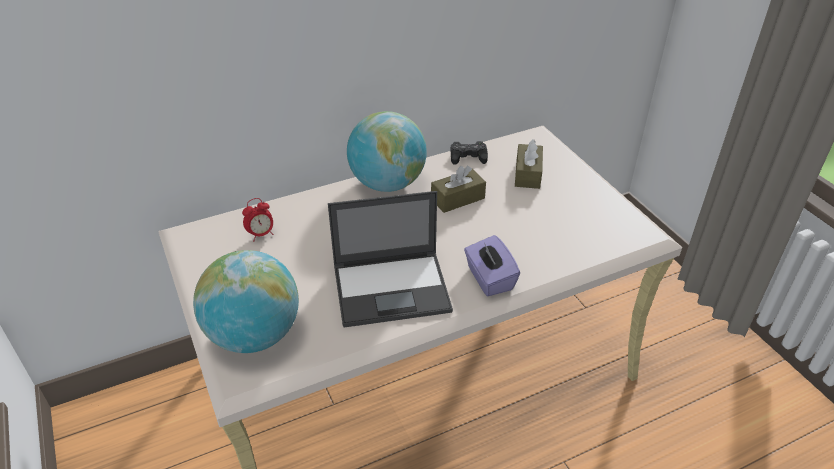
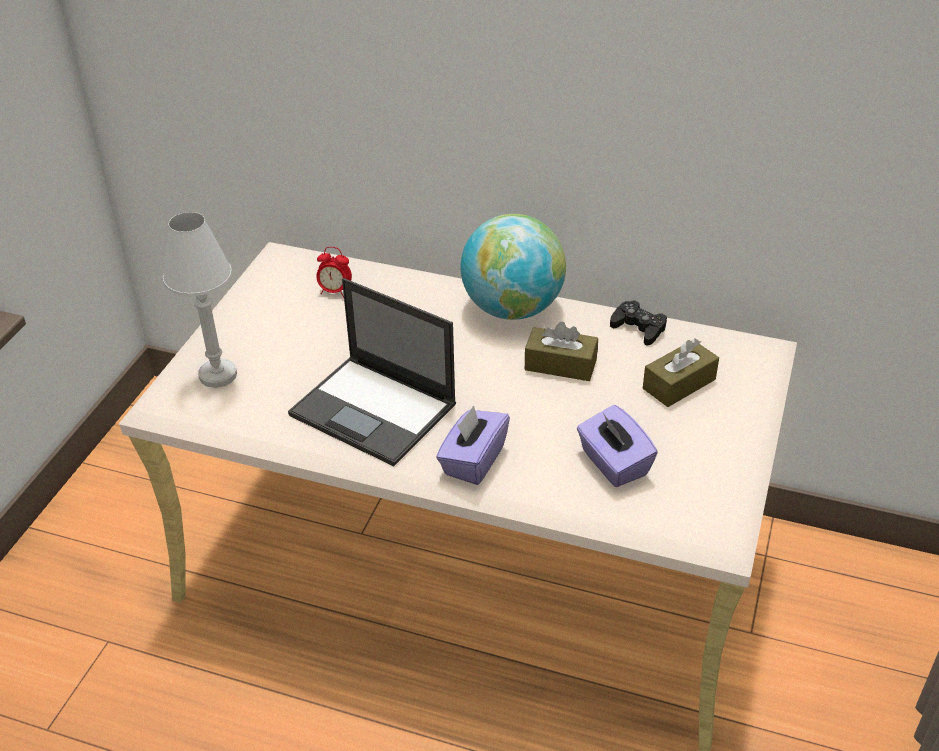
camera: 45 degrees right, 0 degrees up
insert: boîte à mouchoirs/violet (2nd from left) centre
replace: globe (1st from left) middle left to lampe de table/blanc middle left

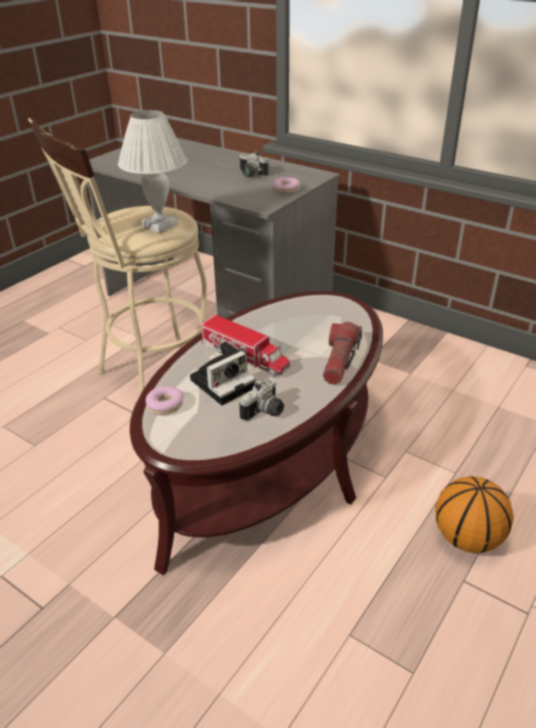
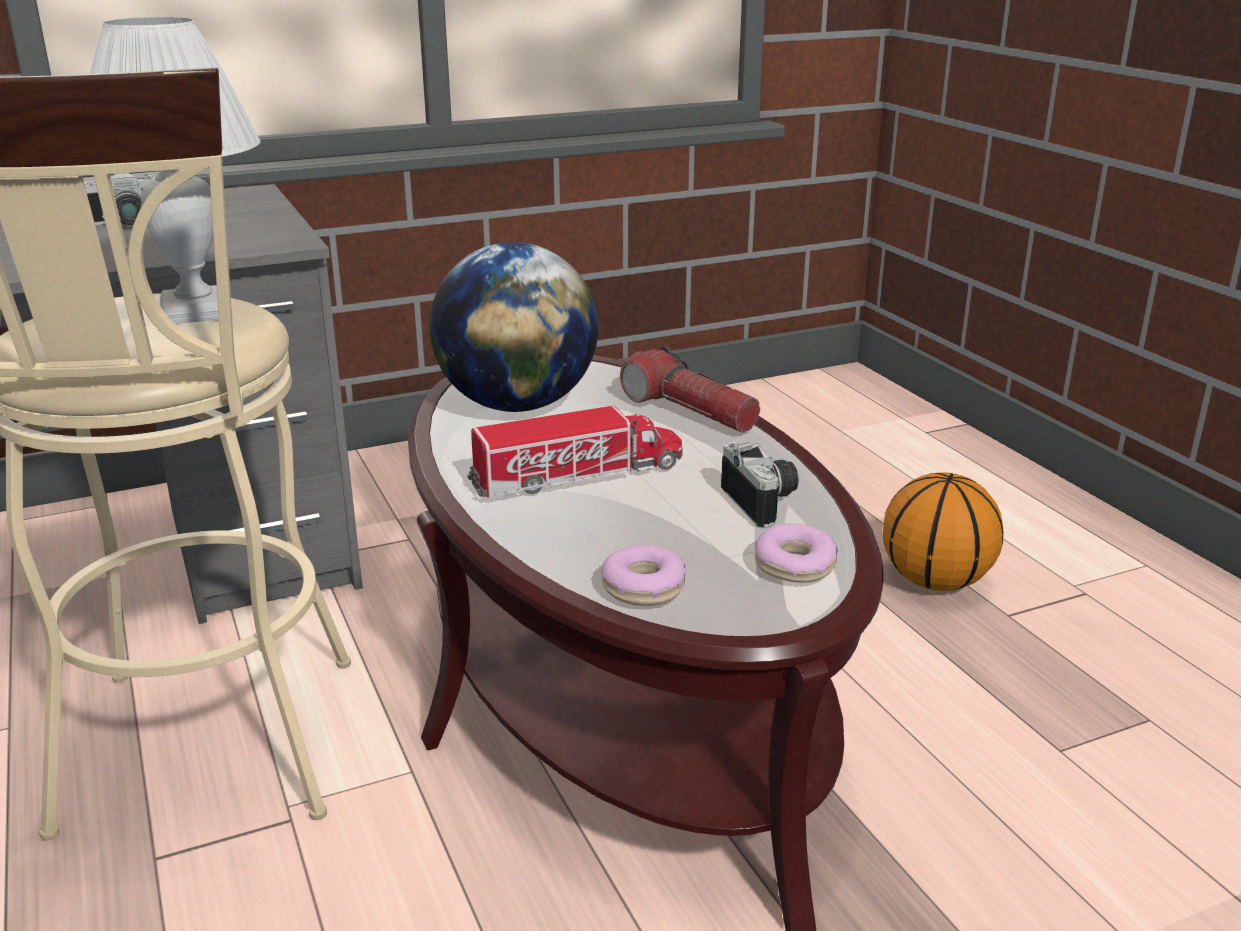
camera: 60 degrees left, 10 degrees down
delete: appareil photo (1st from left) centre
insert: globe centre
move: beignet (2nd from left) top centre to centre

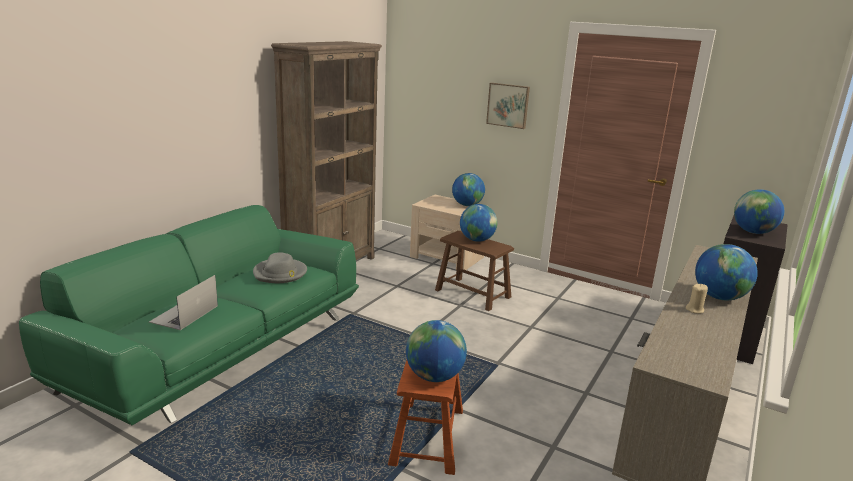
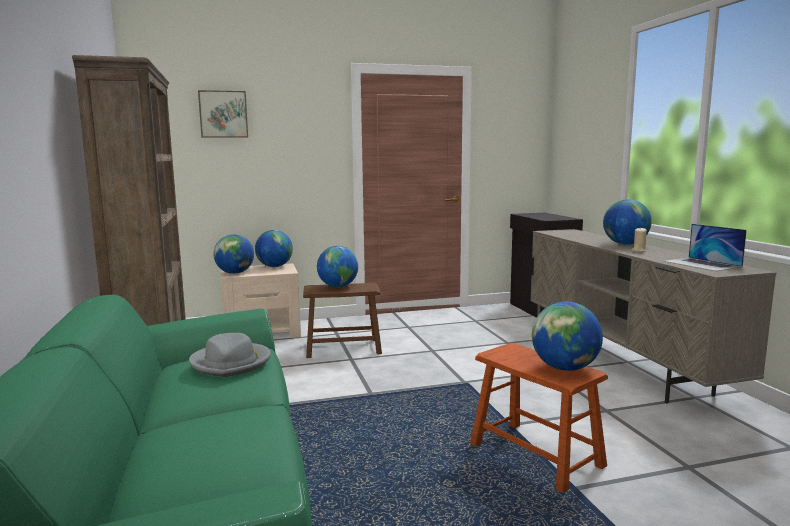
camera: 45 degrees left, 10 degrees down
move: ordinateur portable middle left to middle right; tableau top centre to top left; globe (5th from left in the first image) middle right to globe (1st from left) middle left

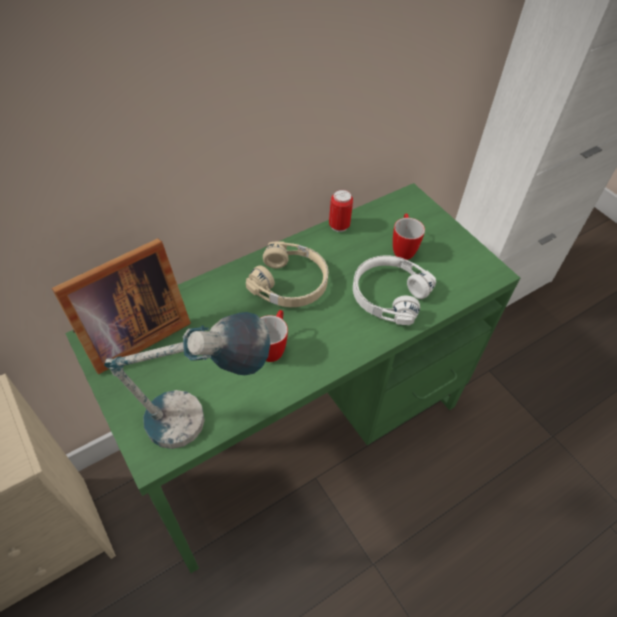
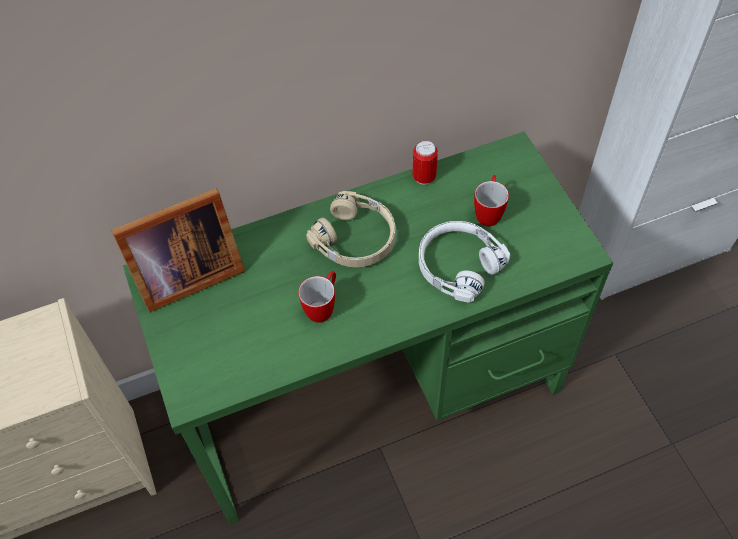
camera: 15 degrees right, 5 degrees up
delete: lampe de table middle left

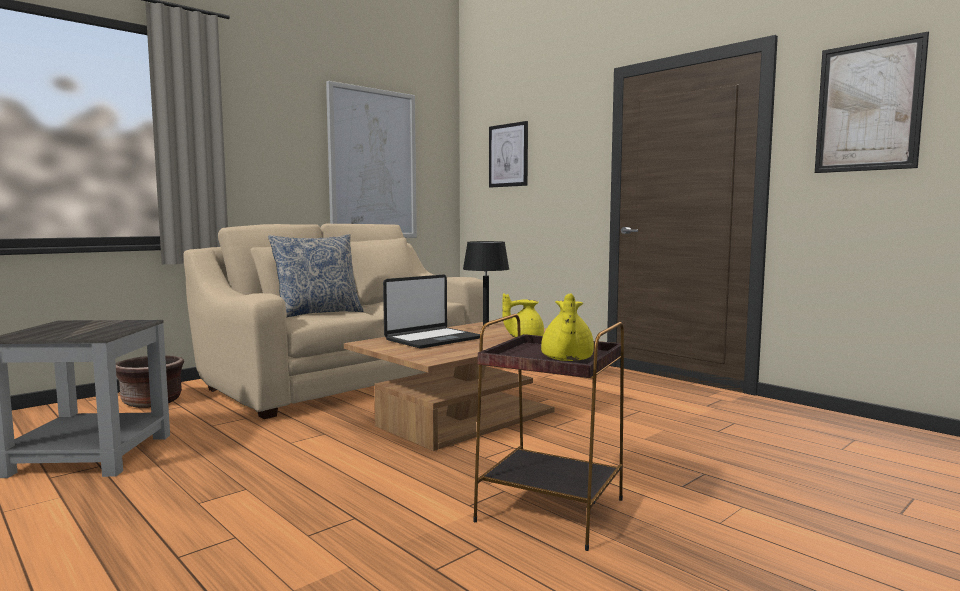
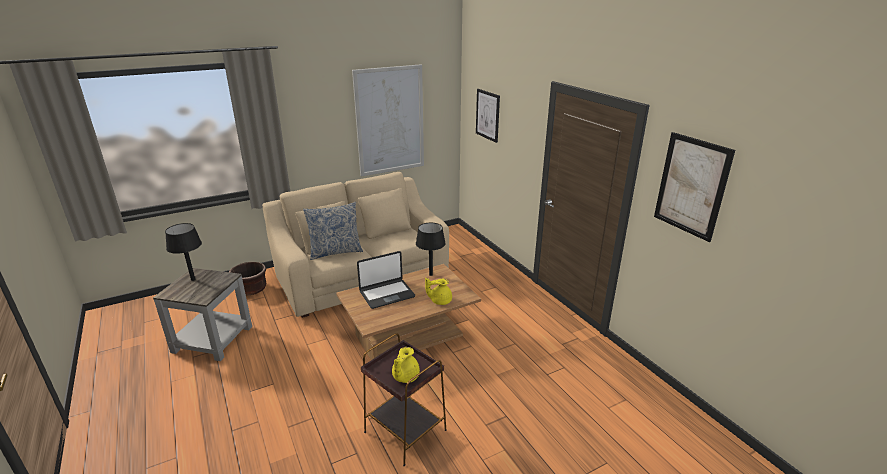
camera: 15 degrees right, 20 degrees up
insert: lampe de table/noir (1st from left) middle left

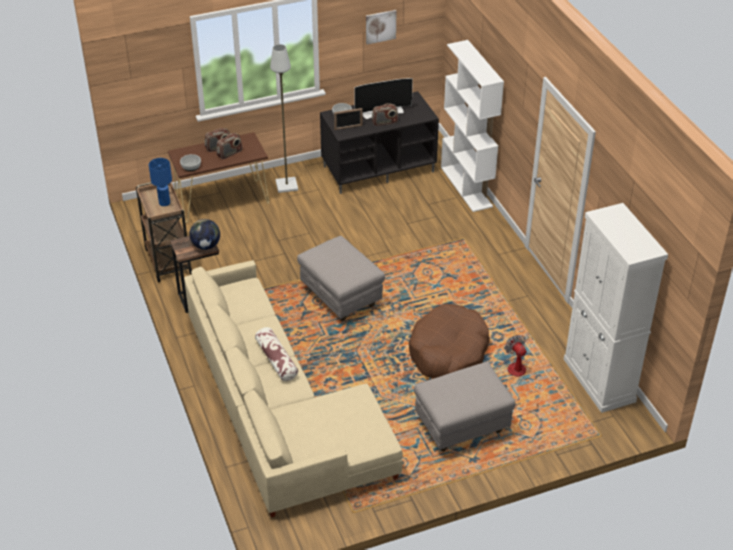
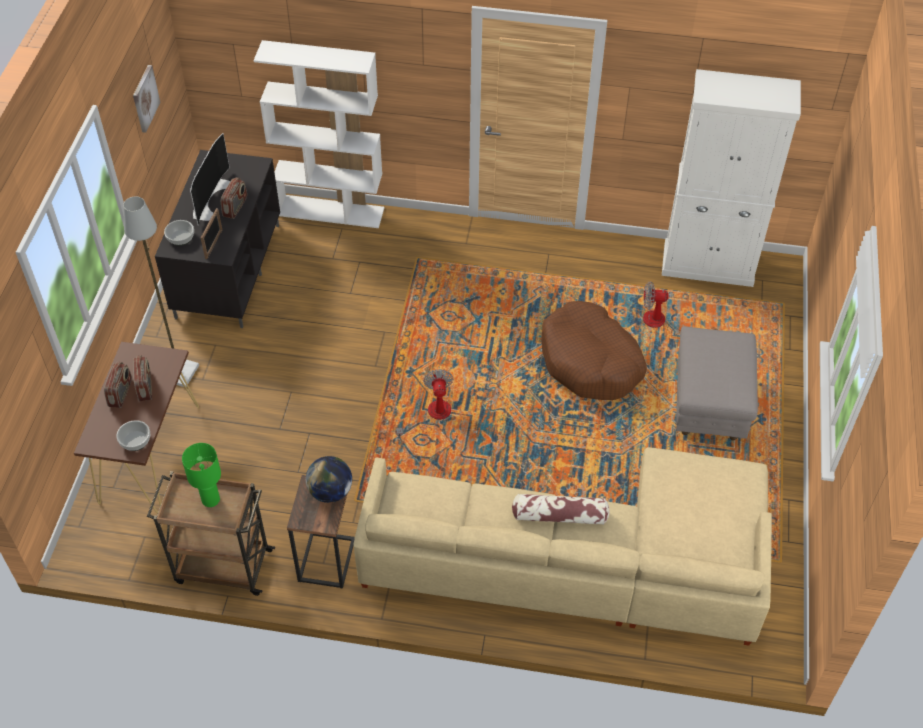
camera: 60 degrees left, 10 degrees up
replace: pouf/gris (1st from left) centre to ventilateur (1st from left) centre
recolor: lampe de table/bleu top left to lampe de table/vert middle left

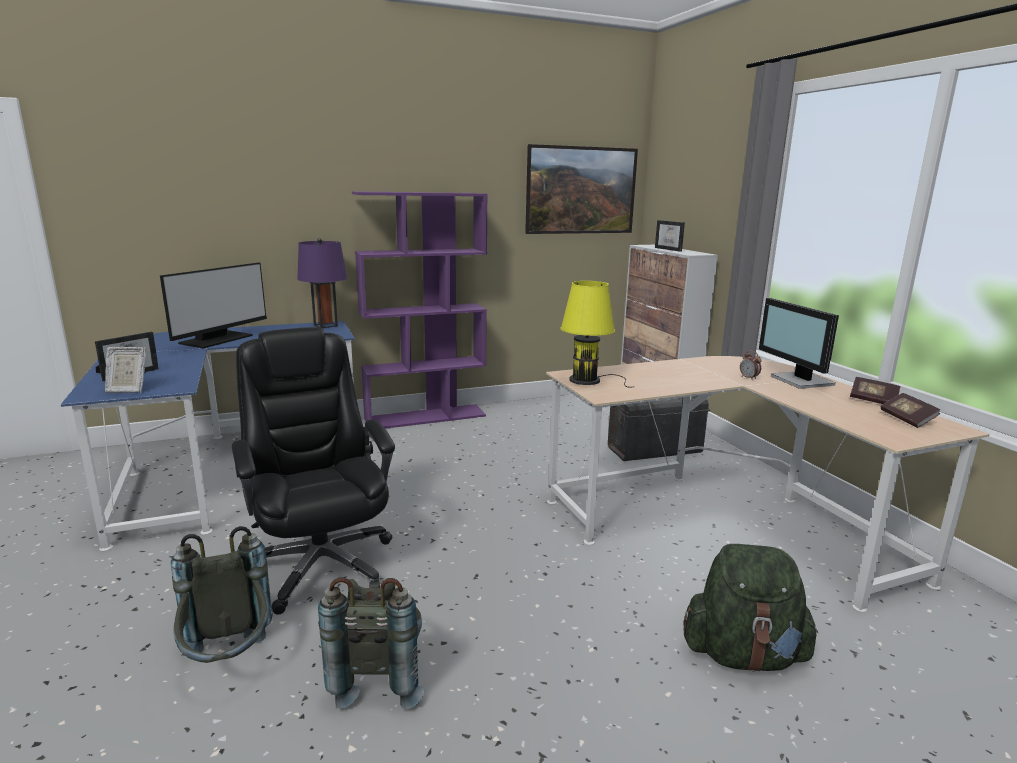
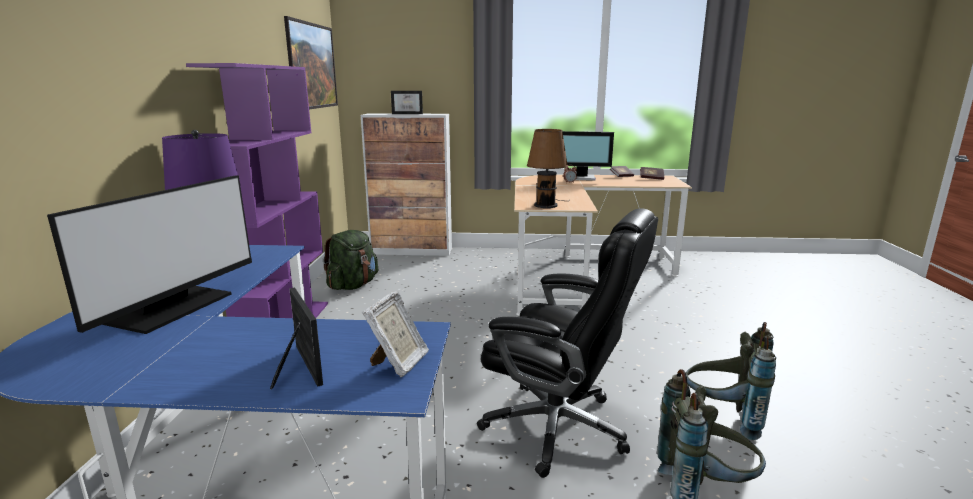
camera: 65 degrees left, 0 degrees up
delete: boîte de rangement/gris centre
move: sac à dos/vert bottom right to centre
recolor: lampe de table/jaune centre to lampe de table/marron centre
rotate: écran d'ordinateur (1st from left) middle left = middle left 60 degrees clockwise; chaise de bureau/noir middle left = bottom centre 150 degrees counterclockwise

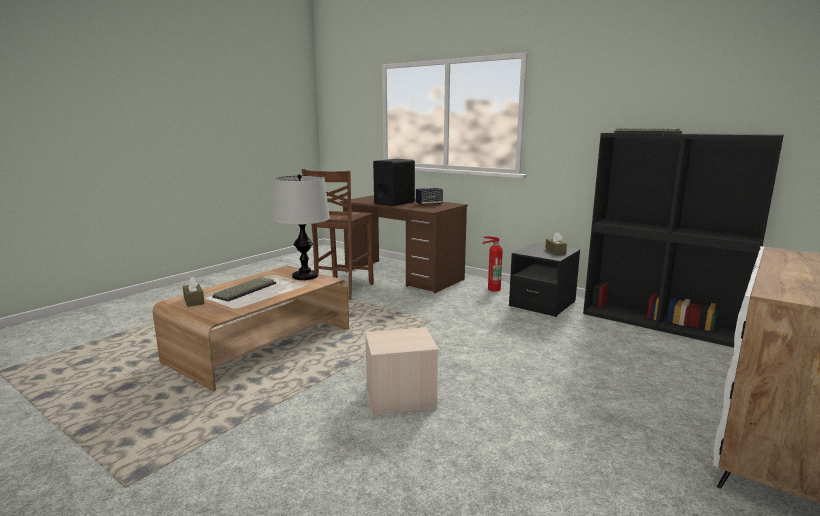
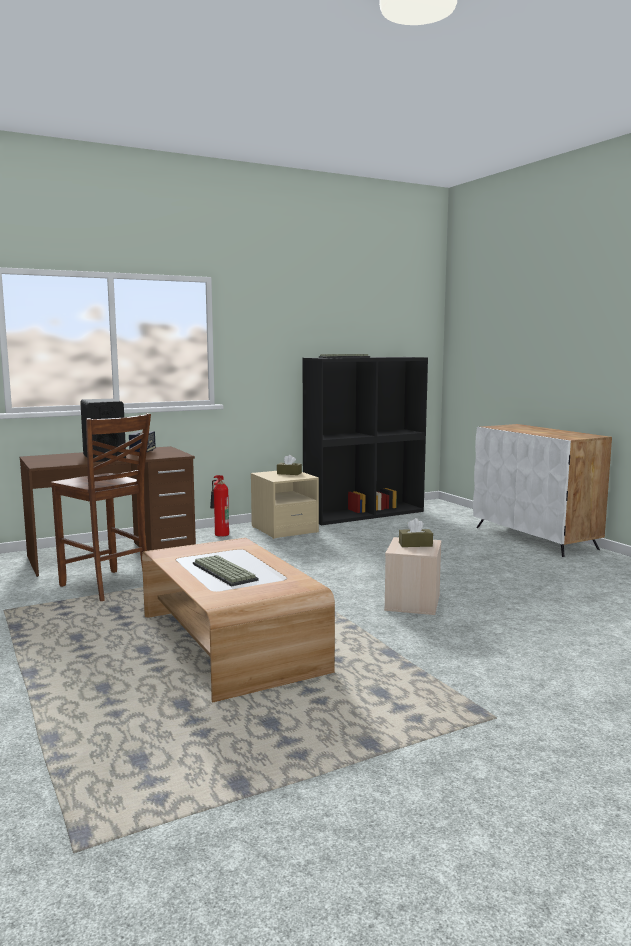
camera: 65 degrees left, 5 degrees down
delete: lampe de table centre
move: boîte à mouchoirs/marron (1st from left in the first image) middle left to boîte à mouchoirs/marron (2nd from left) centre
recolor: table de chevet/noir centre to table de chevet/beige centre

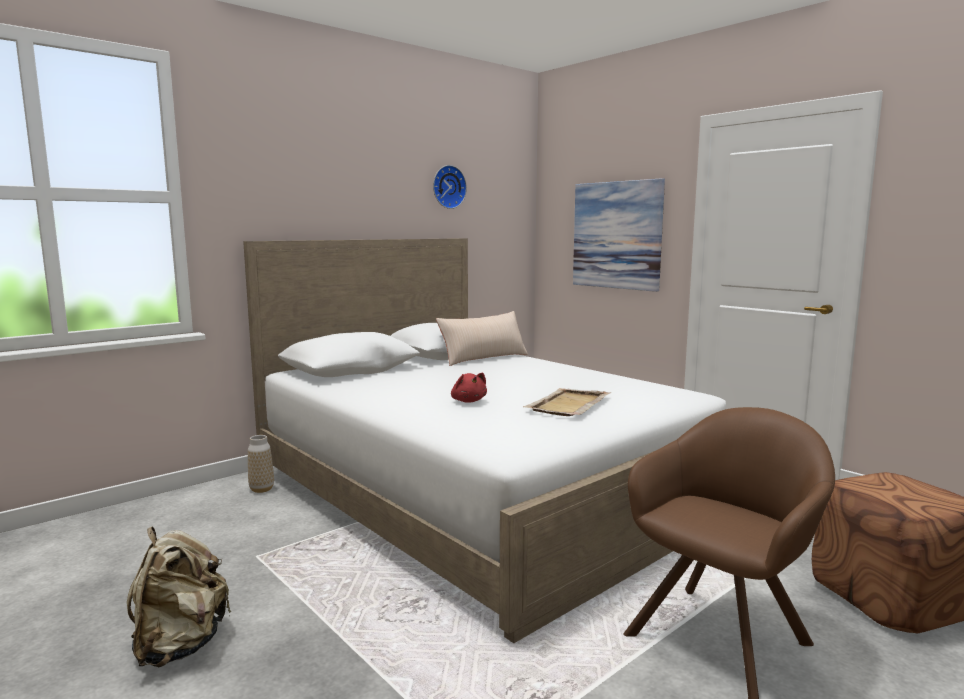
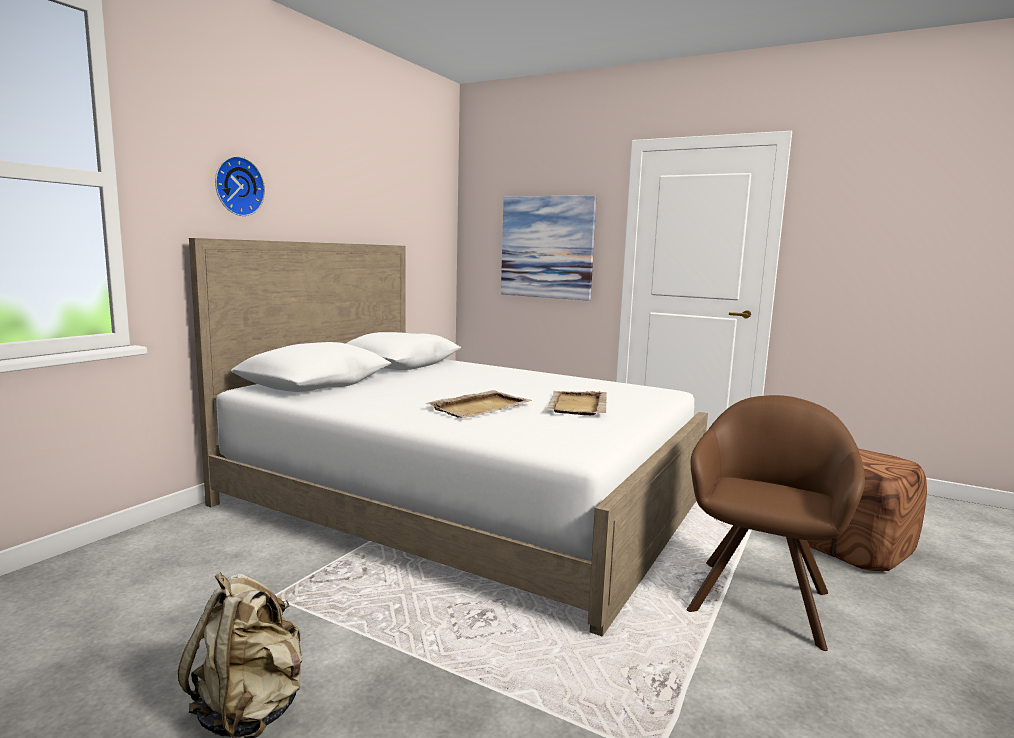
camera: 20 degrees left, 0 degrees up
delete: vase middle left; coussin/beige centre
move: horloge murale top centre to top left
replace: peluche/rouge centre to plateau/beige (1st from left) centre

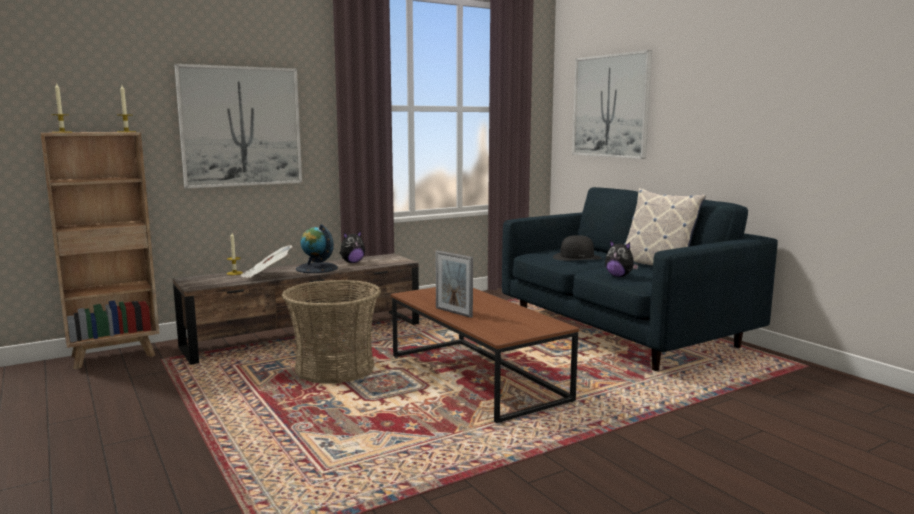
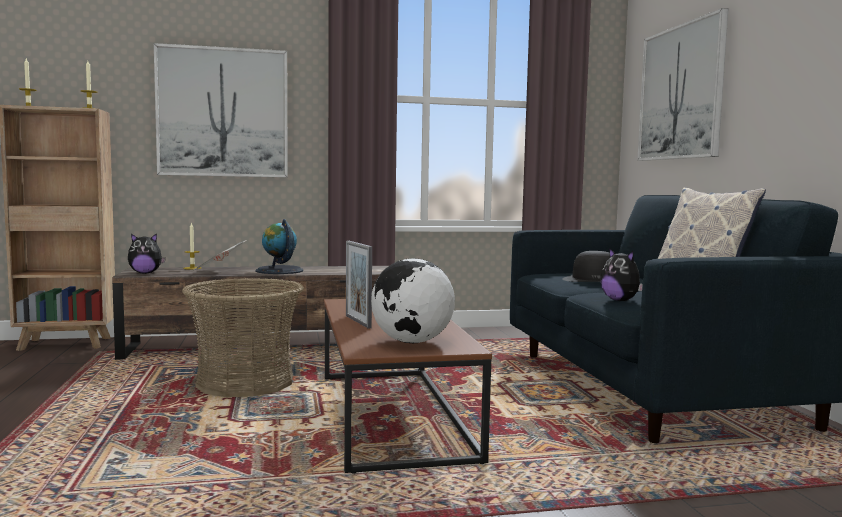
camera: 20 degrees right, 5 degrees down
insert: globe (2nd from left) centre
move: peluche (1st from left) centre to middle left

